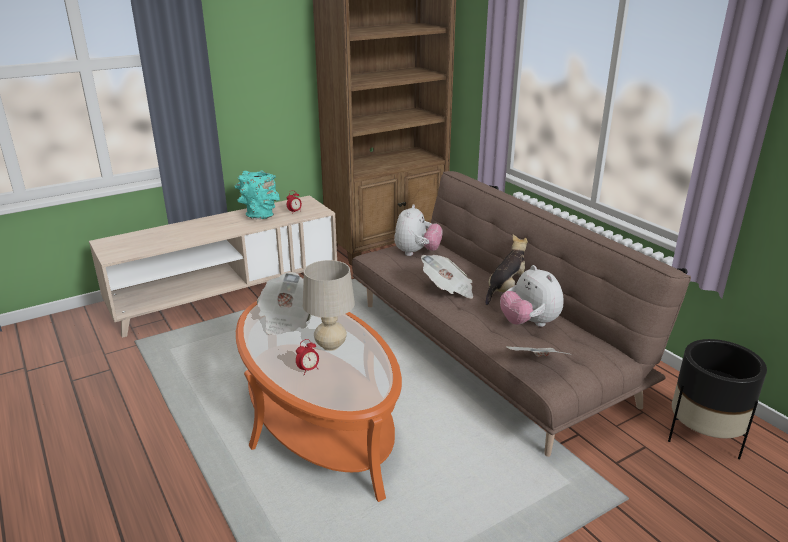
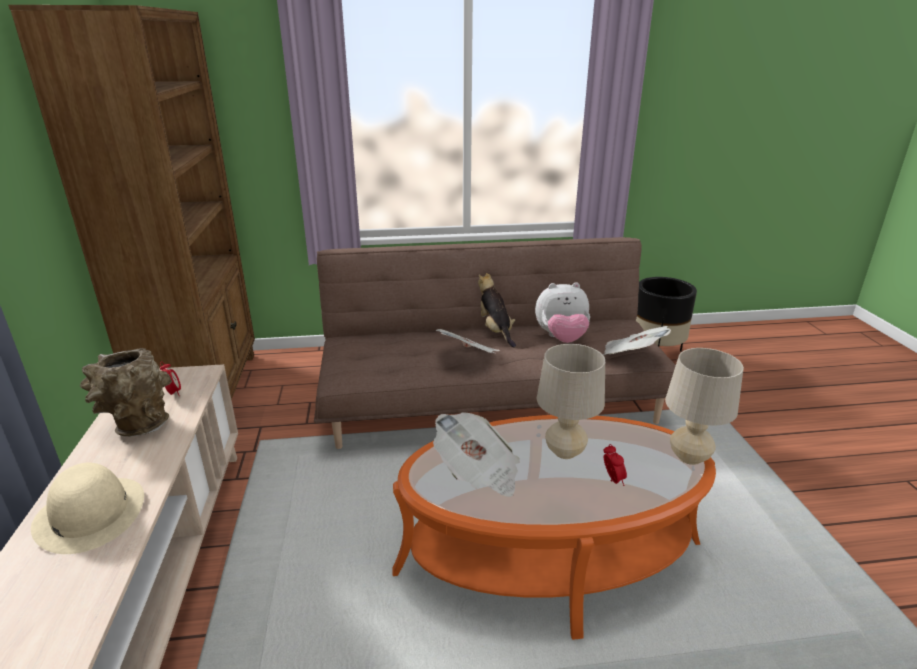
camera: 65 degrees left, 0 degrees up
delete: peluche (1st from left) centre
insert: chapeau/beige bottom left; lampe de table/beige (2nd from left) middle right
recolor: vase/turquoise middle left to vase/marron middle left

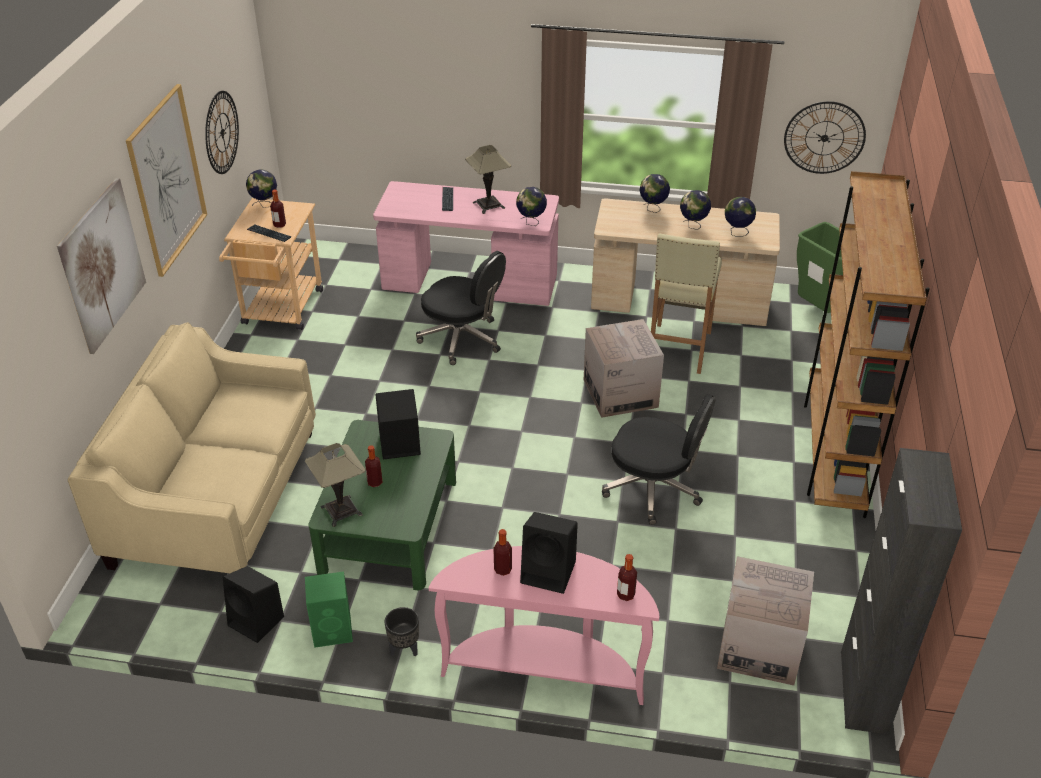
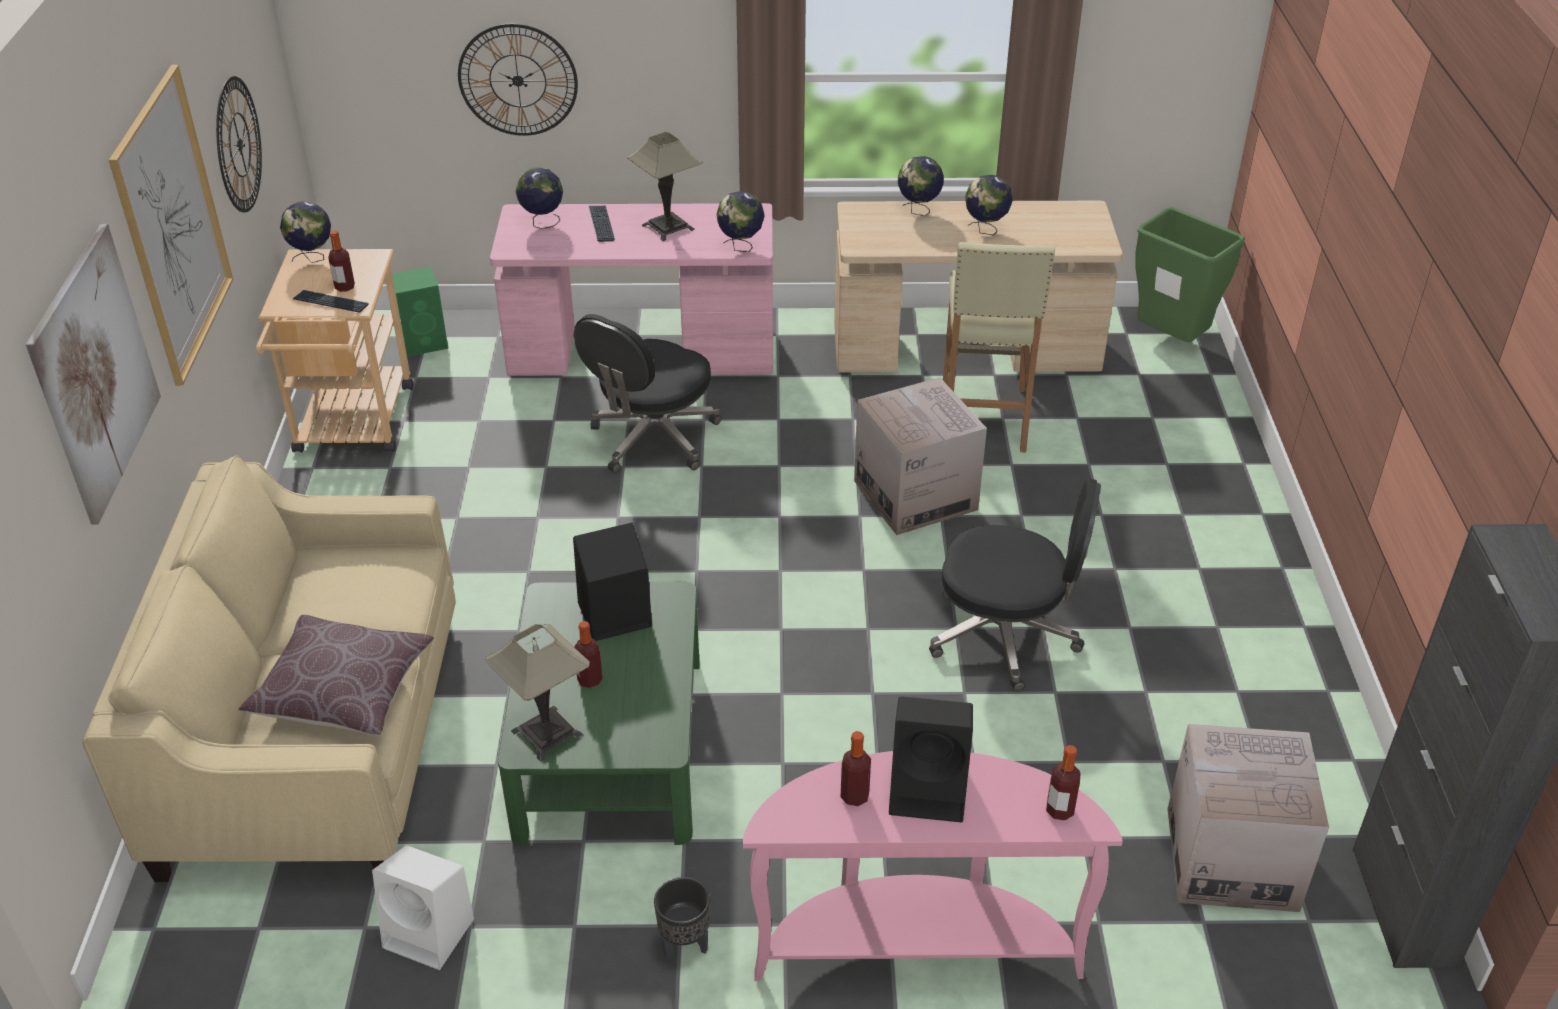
camera: 10 degrees left, 0 degrees up
delete: bibliothèque/marron middle right
insert: coussin/marron bottom left
move: enceinte/vert bottom left to top left; globe (5th from left in the first image) top right to globe (2nd from left) top centre; horloge murale (2nd from left) top right to top left
recolor: enceinte/noir (1st from left) bottom left to enceinte/blanc bottom left
rotate: chaise de bureau/noir (1st from left) centre = centre 105 degrees clockwise

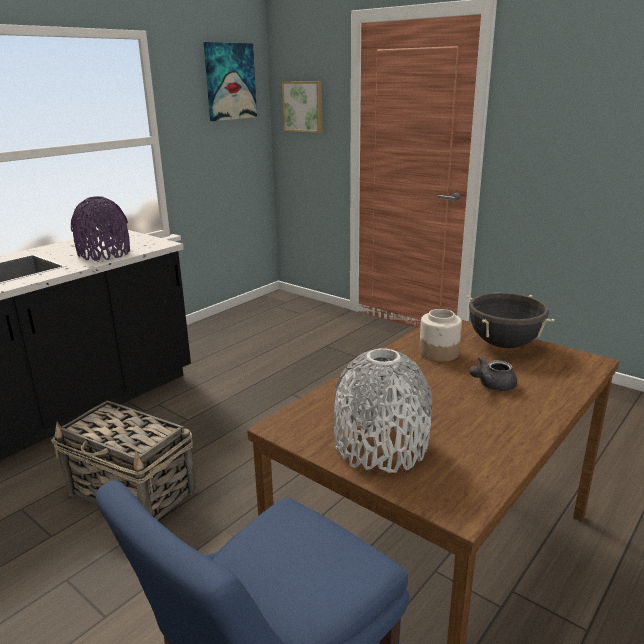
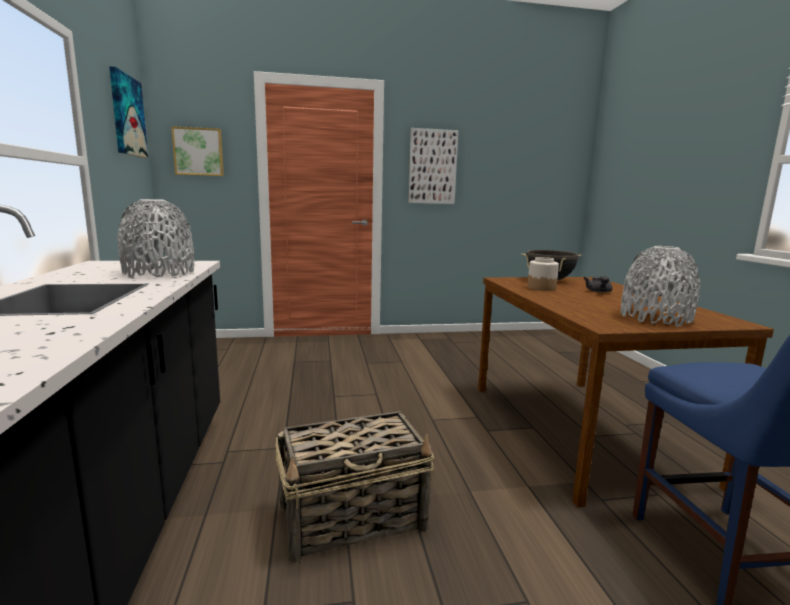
camera: 50 degrees left, 10 degrees down
insert: tableau (3rd from left) top centre
recolor: vase/violet middle left to vase/gris (1st from left) middle left

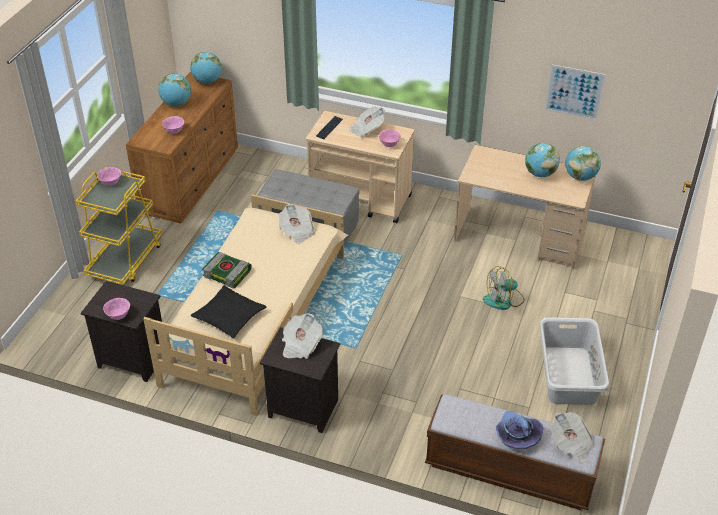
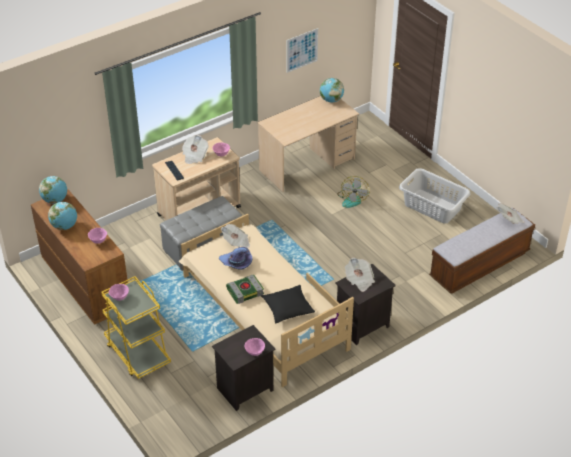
camera: 55 degrees left, 0 degrees up
delete: globe (3rd from left) top right
move: chapeau/violet bottom right to centre

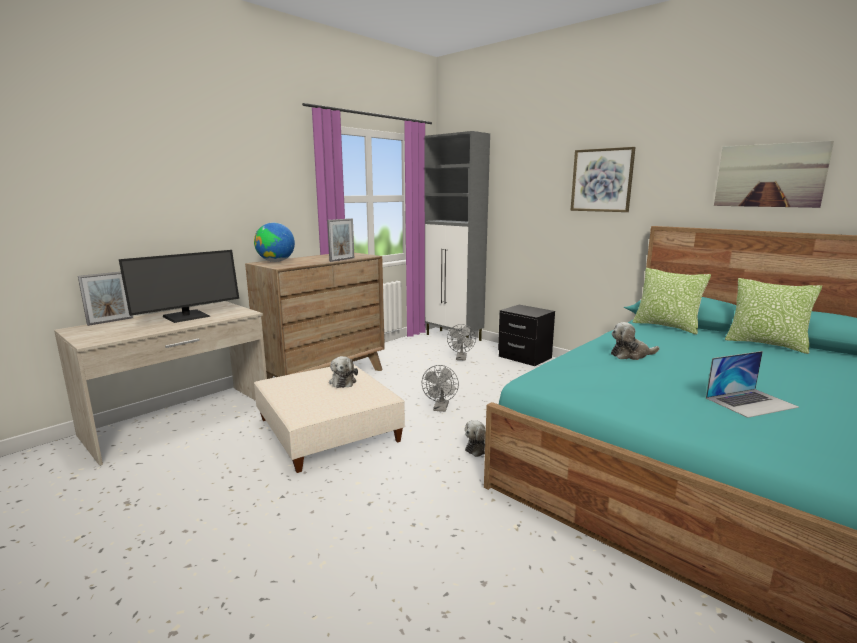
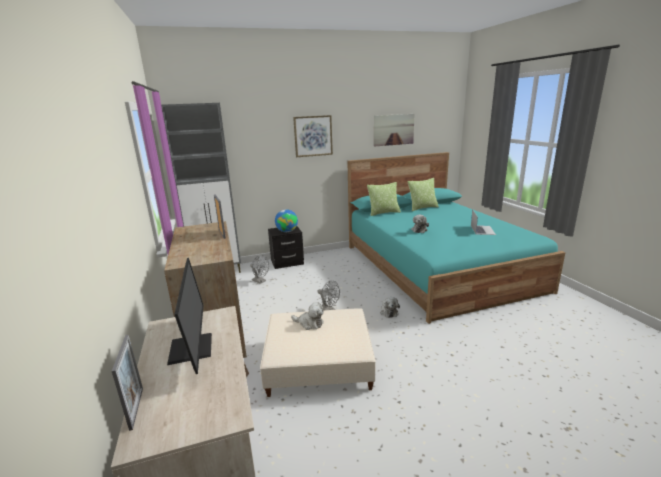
camera: 60 degrees left, 5 degrees up
move: globe middle left to centre

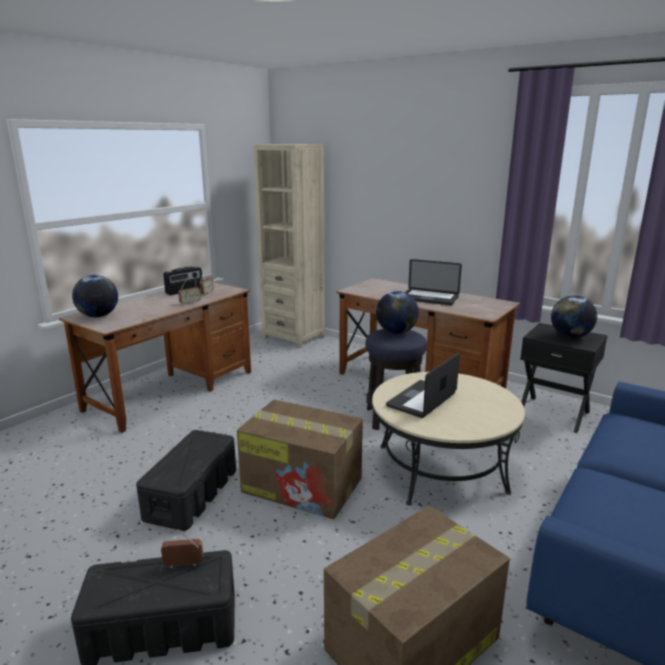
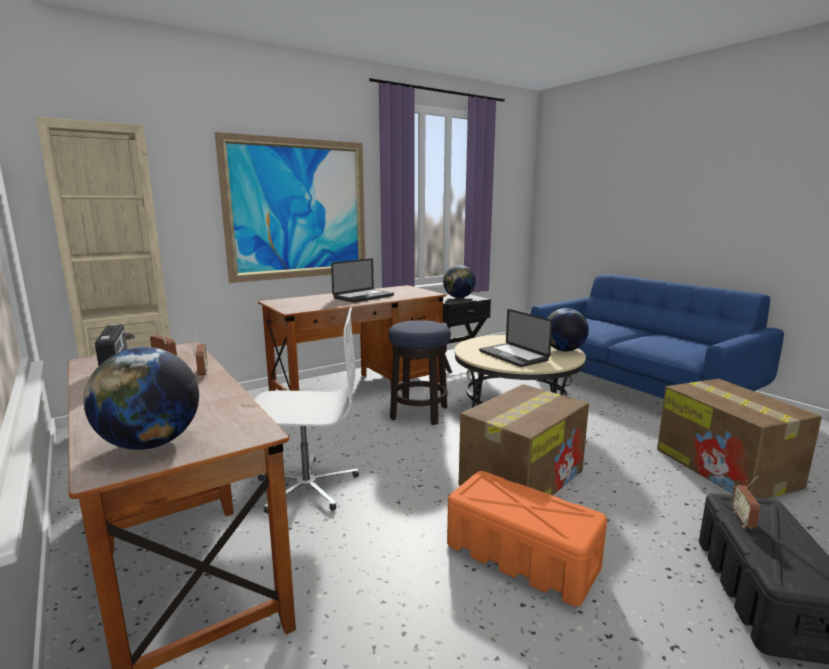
camera: 70 degrees left, 5 degrees down
insert: tableau top centre; chaise de bureau/blanc centre
move: globe (2nd from left in the first image) centre to globe (3rd from left) middle right
recolor: boîte de rangement/noir (2nd from left) bottom left to boîte de rangement/orange bottom centre

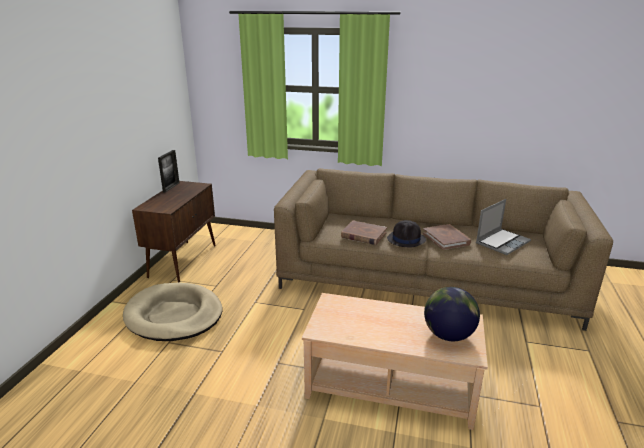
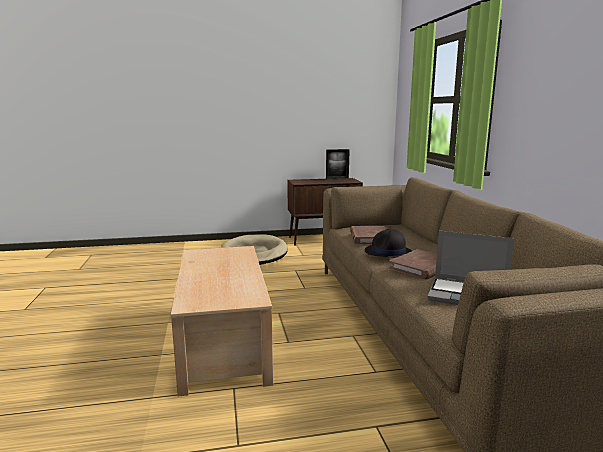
camera: 65 degrees right, 10 degrees down
delete: globe bottom right

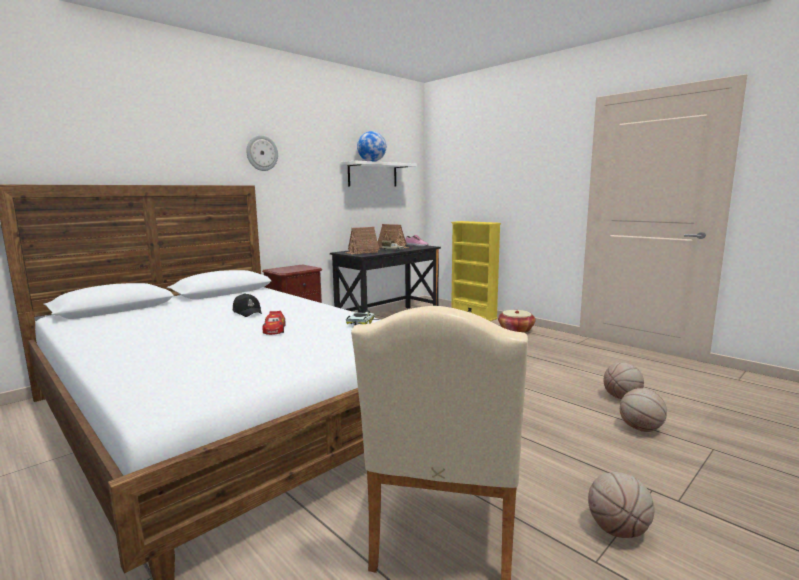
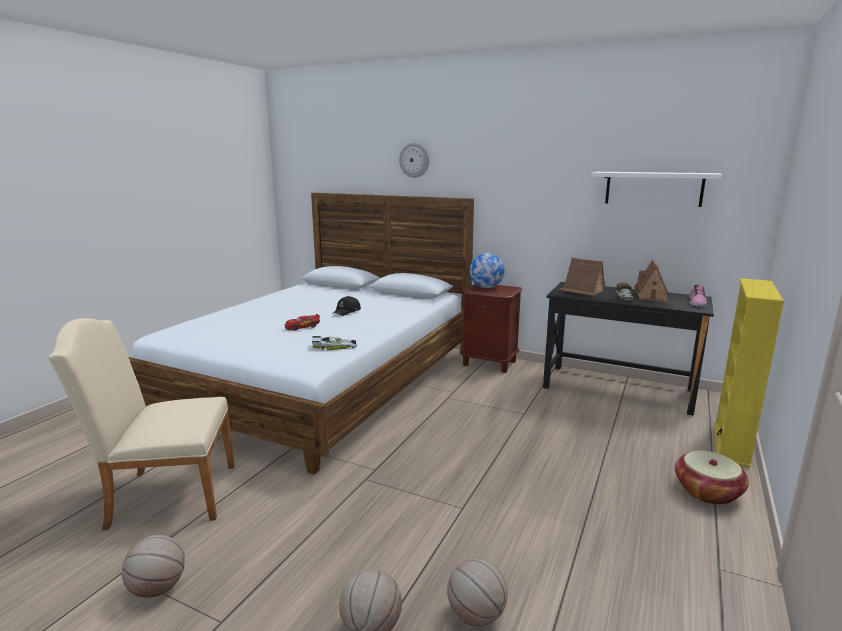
camera: 70 degrees right, 5 degrees up
move: horloge murale top left to top centre; globe top centre to centre

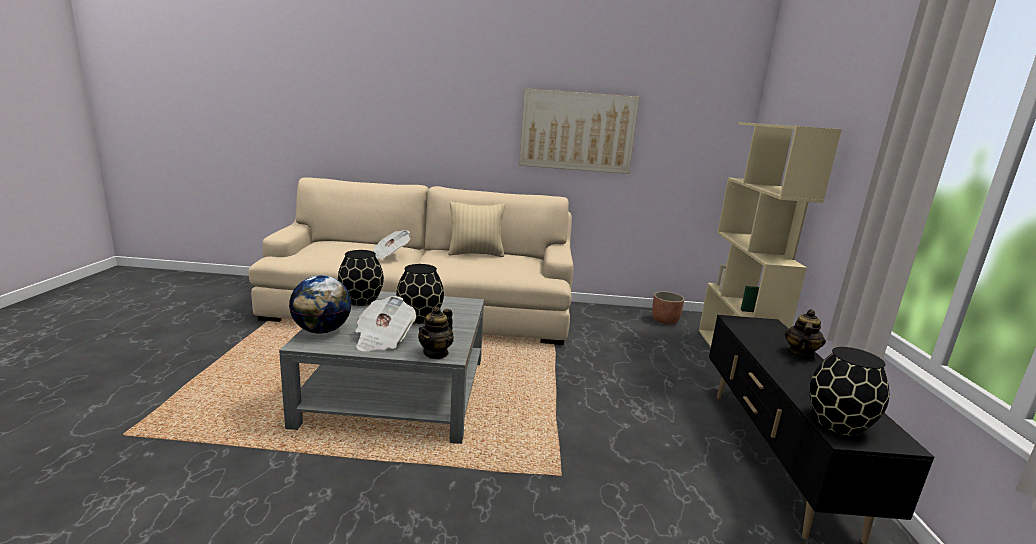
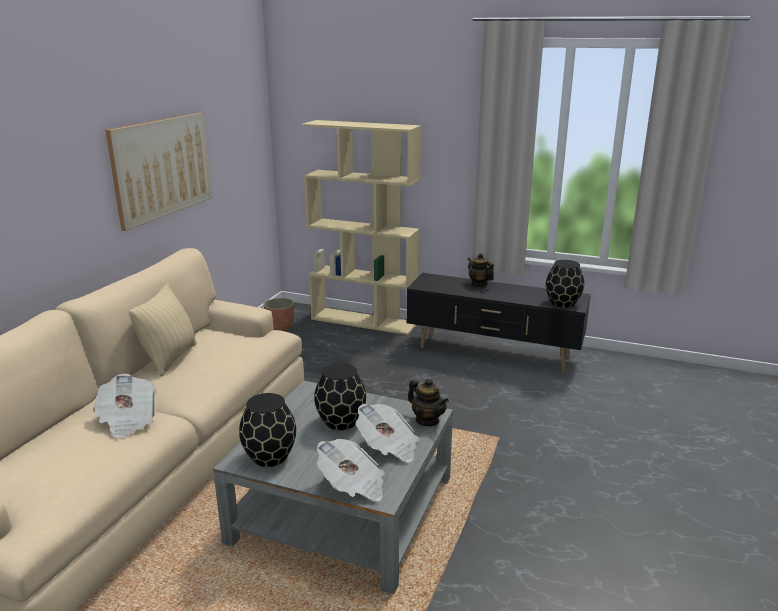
camera: 70 degrees left, 5 degrees up
replace: globe middle left to journal (2nd from left) bottom centre

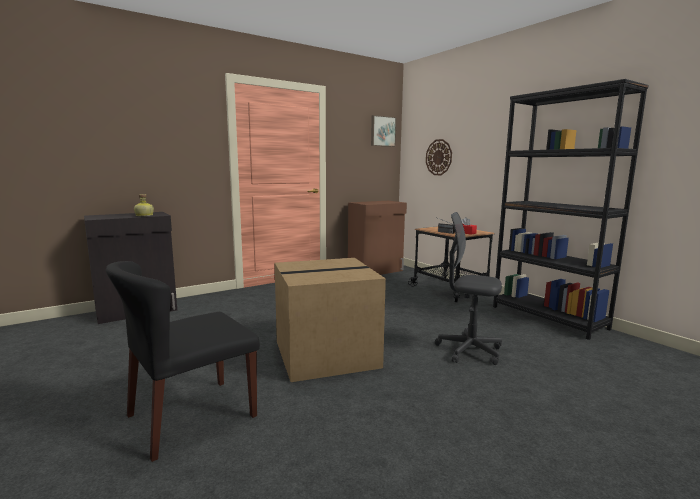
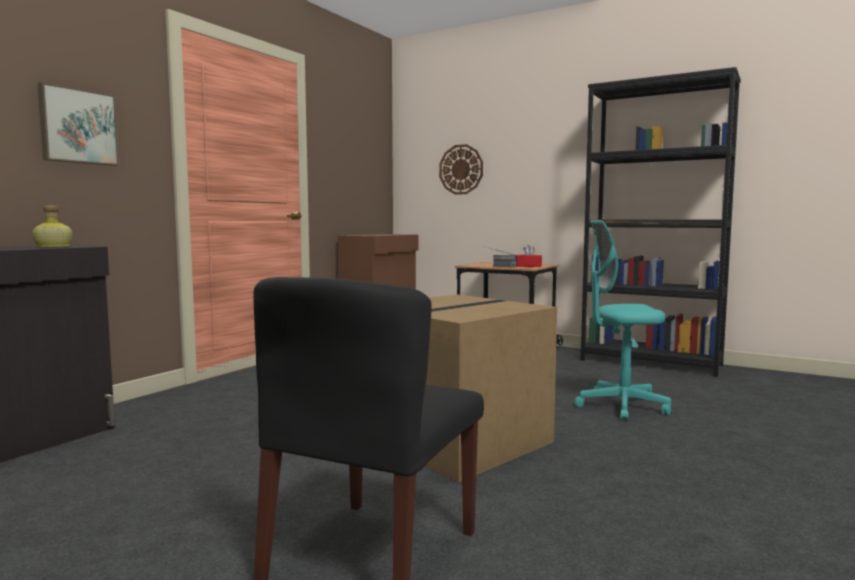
camera: 25 degrees left, 5 degrees down
move: tableau top centre to top left
recolor: chaise de bureau/gris middle right to chaise de bureau/turquoise middle right

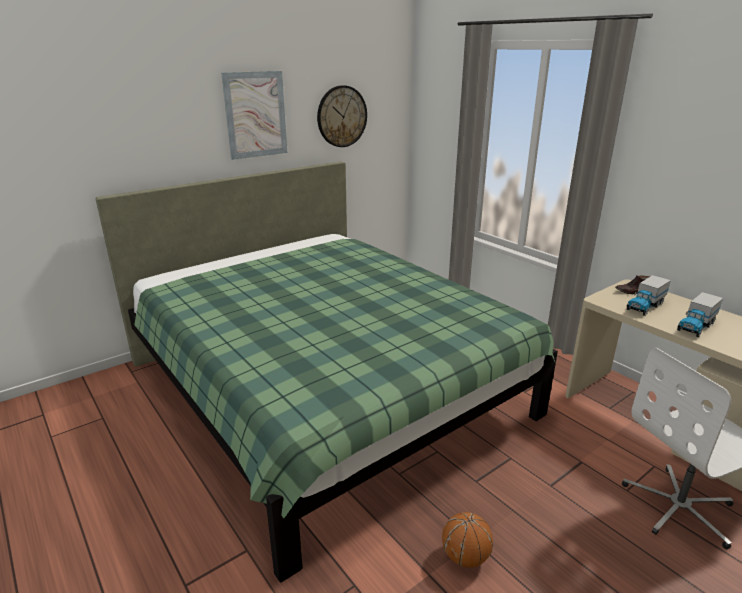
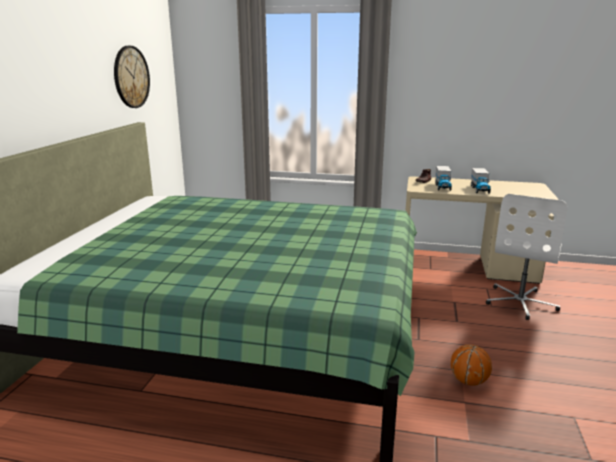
camera: 40 degrees left, 5 degrees down
delete: tableau top centre

